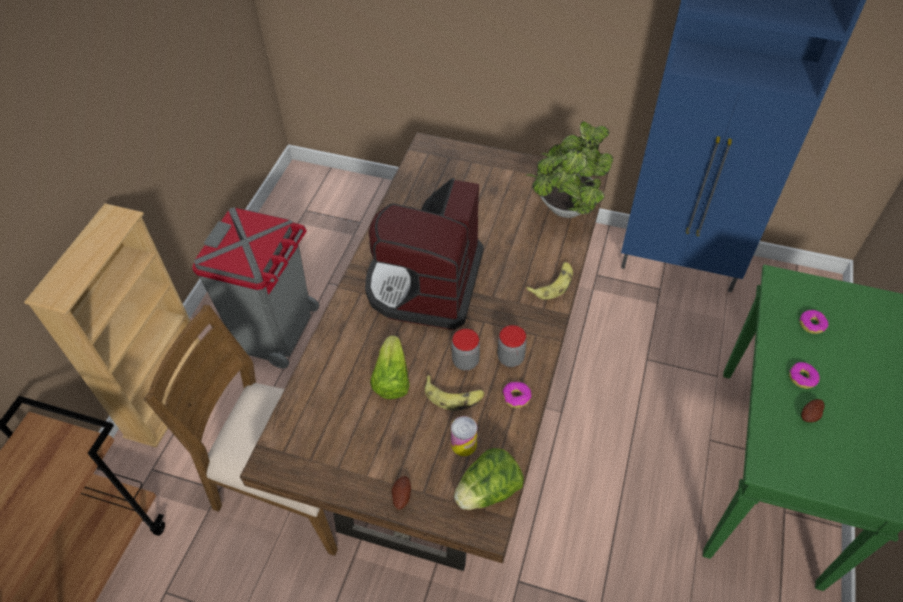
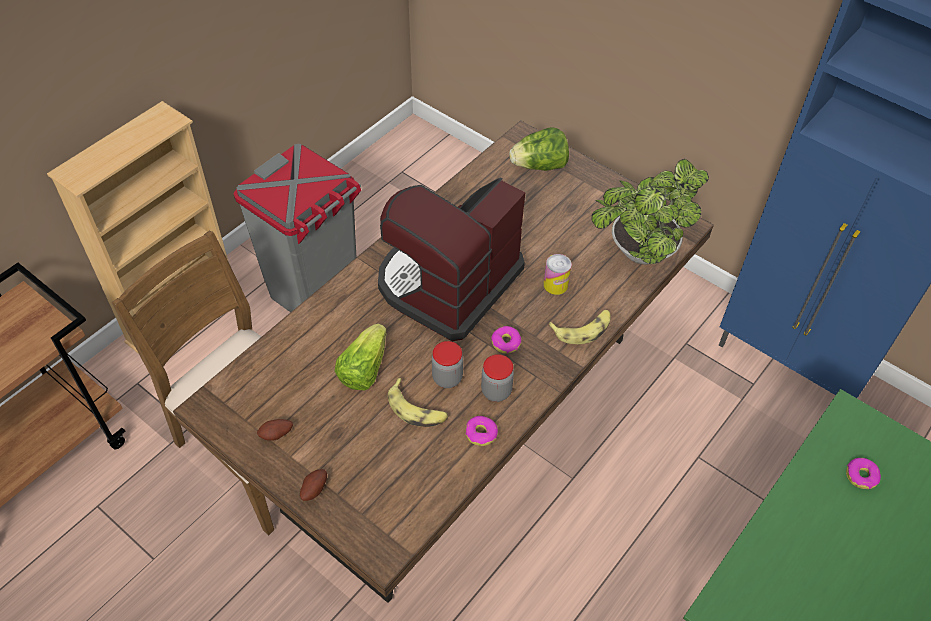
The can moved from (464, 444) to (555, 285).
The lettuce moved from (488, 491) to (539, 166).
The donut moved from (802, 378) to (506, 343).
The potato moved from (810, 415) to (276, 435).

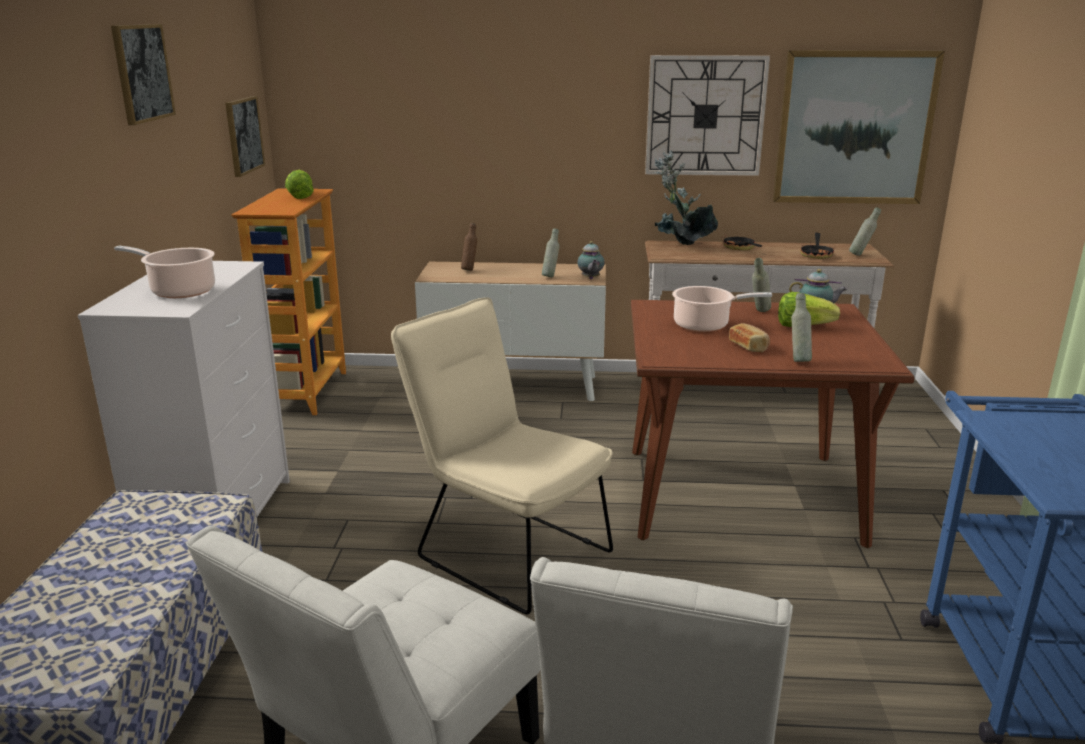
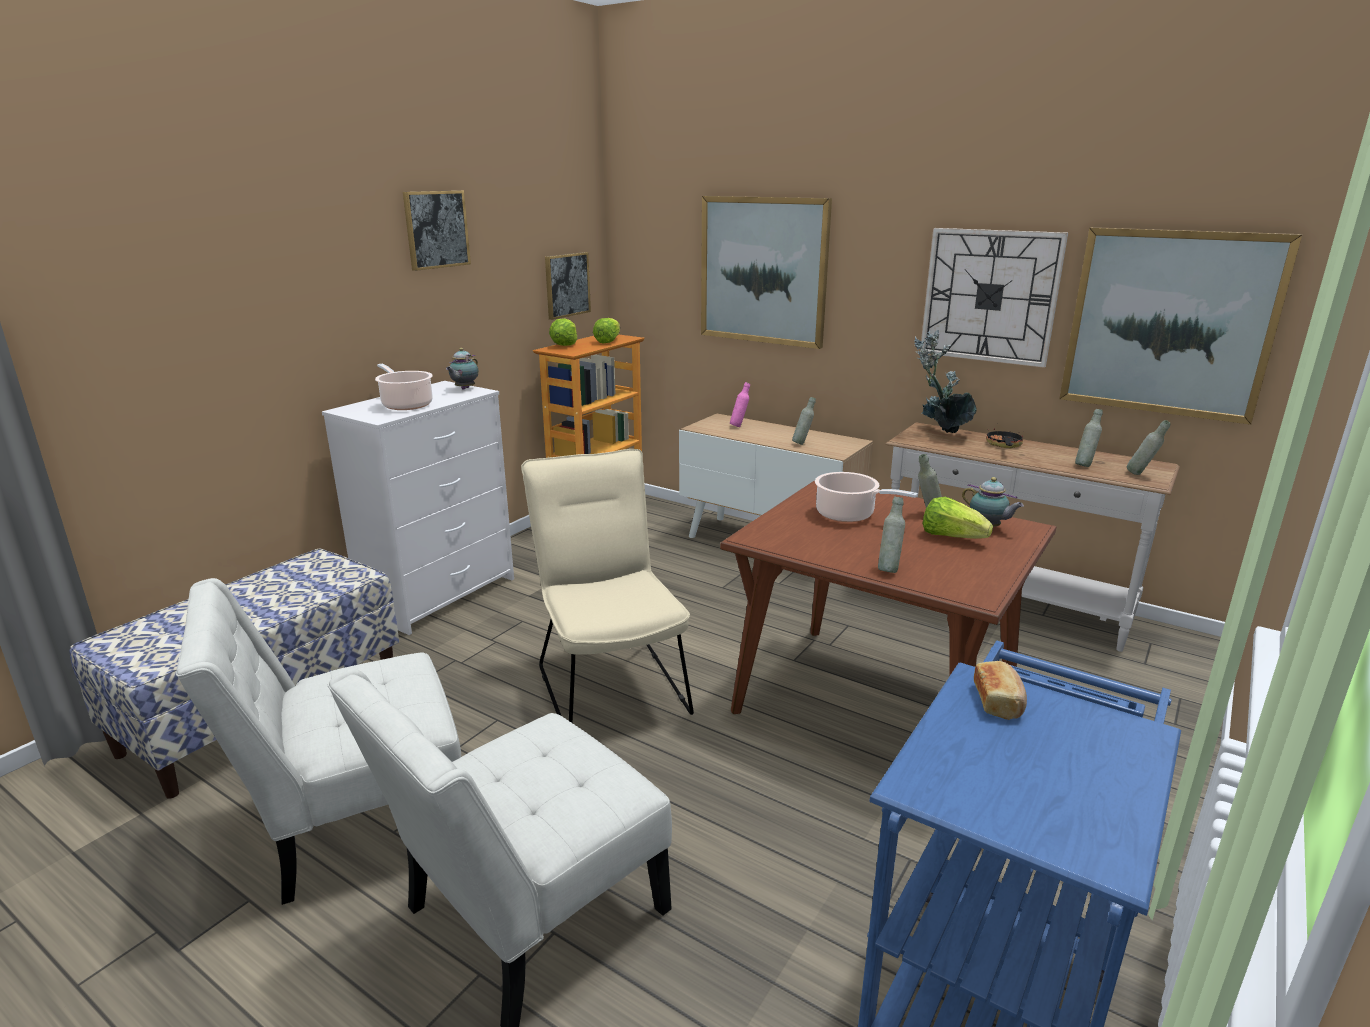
The bottle/brown at (470, 270) became the bottle/pink at (739, 426).
The teapot moved from (590, 278) to (464, 389).
The bread moved from (749, 346) to (998, 701).
The frying pan at (816, 254) was replaced by the bottle/grey at (1084, 465).
The lettuce at (564, 345) appeared.
The picture at (763, 271) appeared.

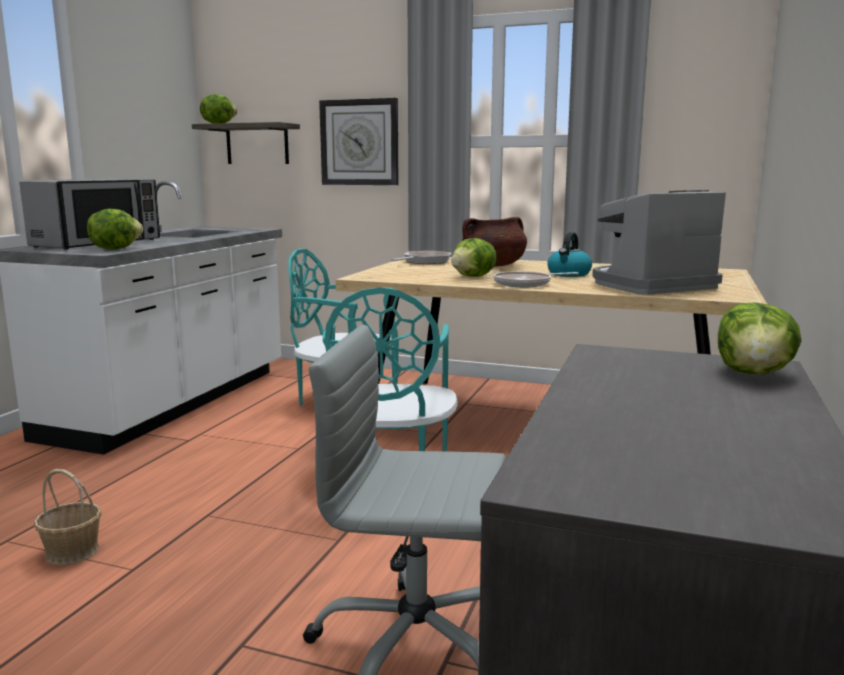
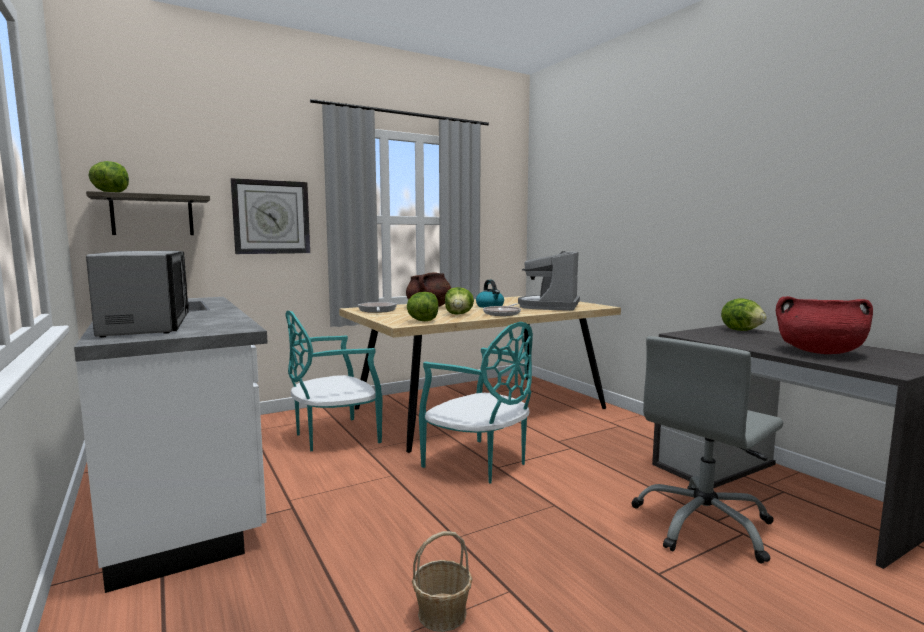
The lettuce moved from (115, 249) to (423, 321).
The cooking pot/red at (819, 352) appeared.

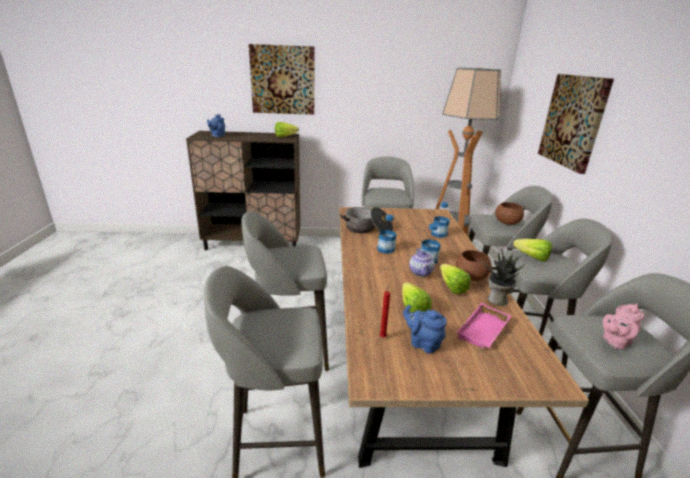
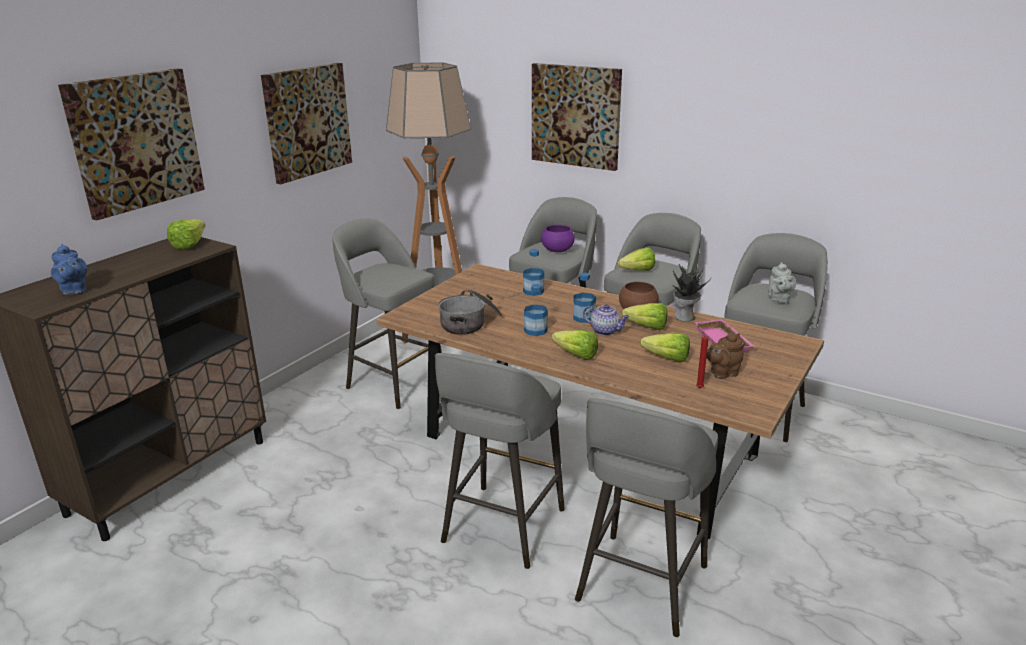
The teapot/blue at (423, 343) became the teapot/brown at (722, 373).
The bowl/brown at (507, 223) became the bowl/purple at (557, 250).
The teapot/pink at (614, 341) became the teapot/grey at (779, 300).
The picture at (307, 121) appeared.
The lettuce at (573, 354) appeared.

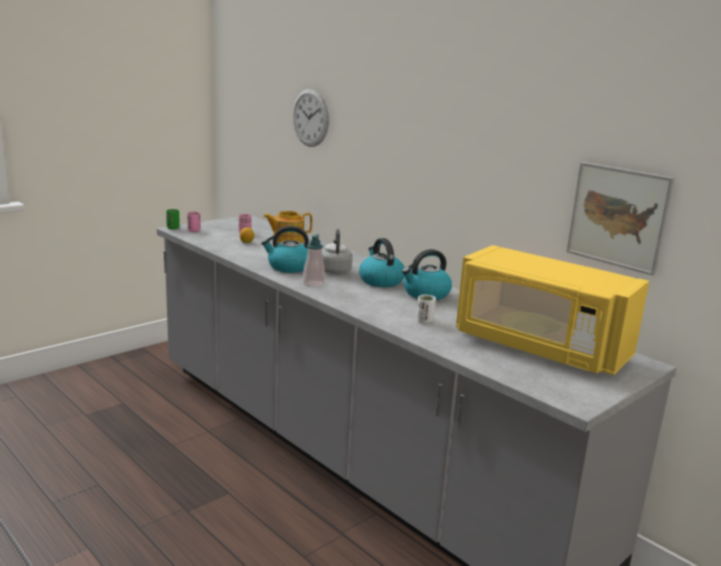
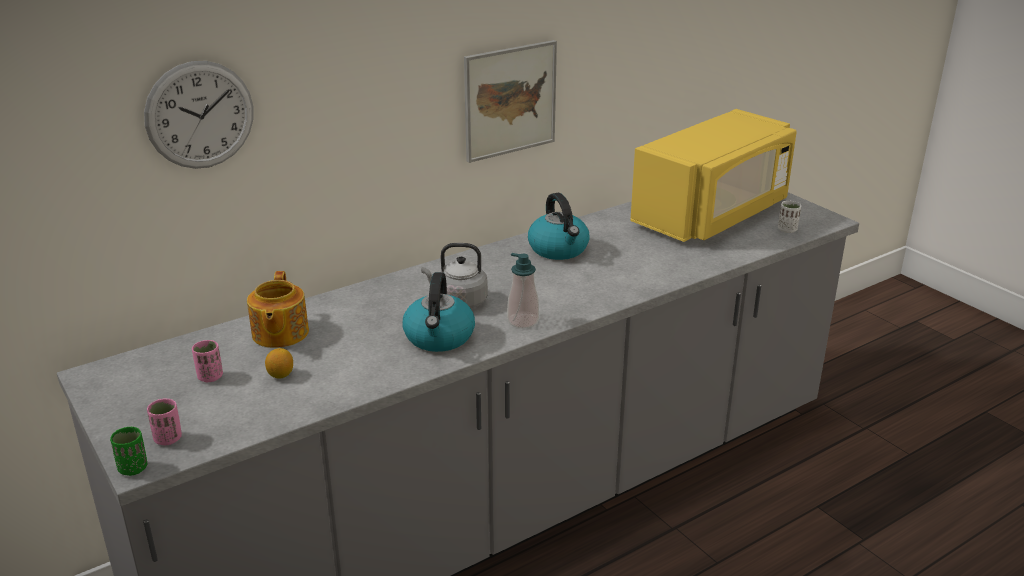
The kettle at (380, 281) disappeared.
The cup/white moved from (424, 321) to (787, 230).
The picture moved from (618, 217) to (510, 100).

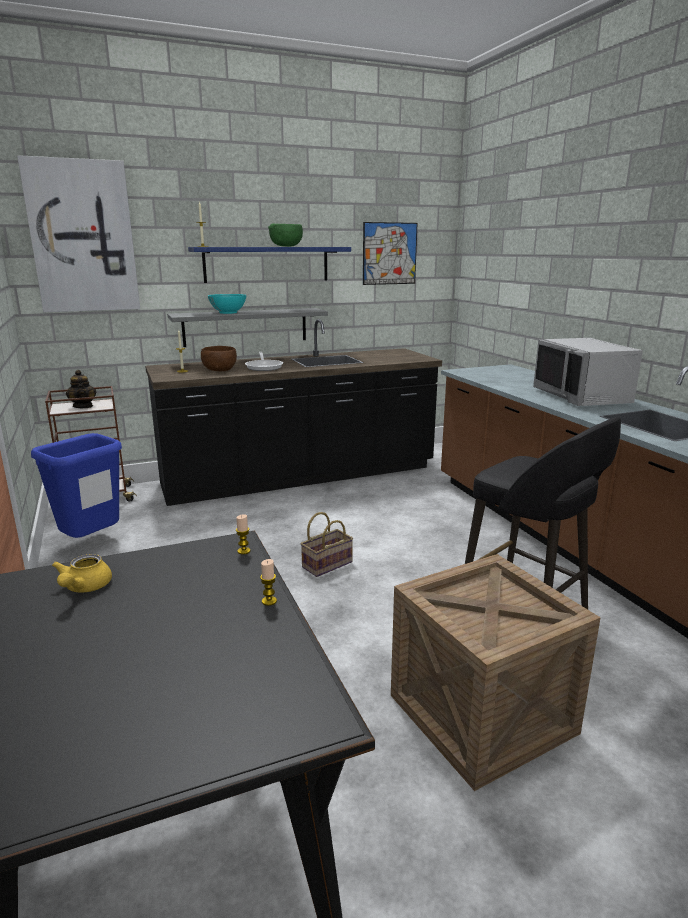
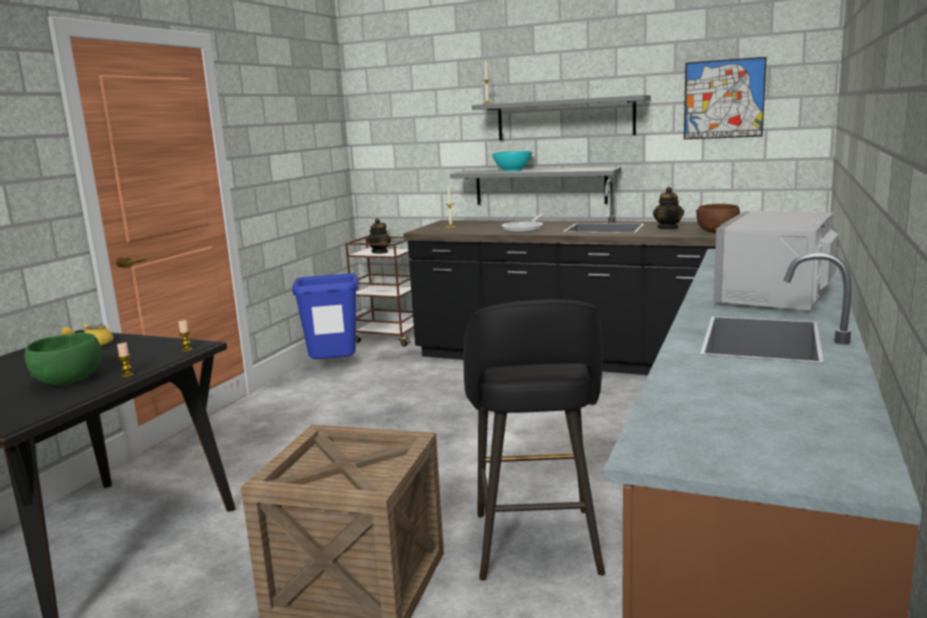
The picture at (83, 237) disappeared.
The shelf/blue at (267, 264) became the shelf/grey at (565, 118).
The bowl/brown moved from (219, 370) to (717, 232).
The bowl/green moved from (286, 246) to (70, 380).
The basket at (327, 564) disappeared.
The teapot at (668, 228) appeared.

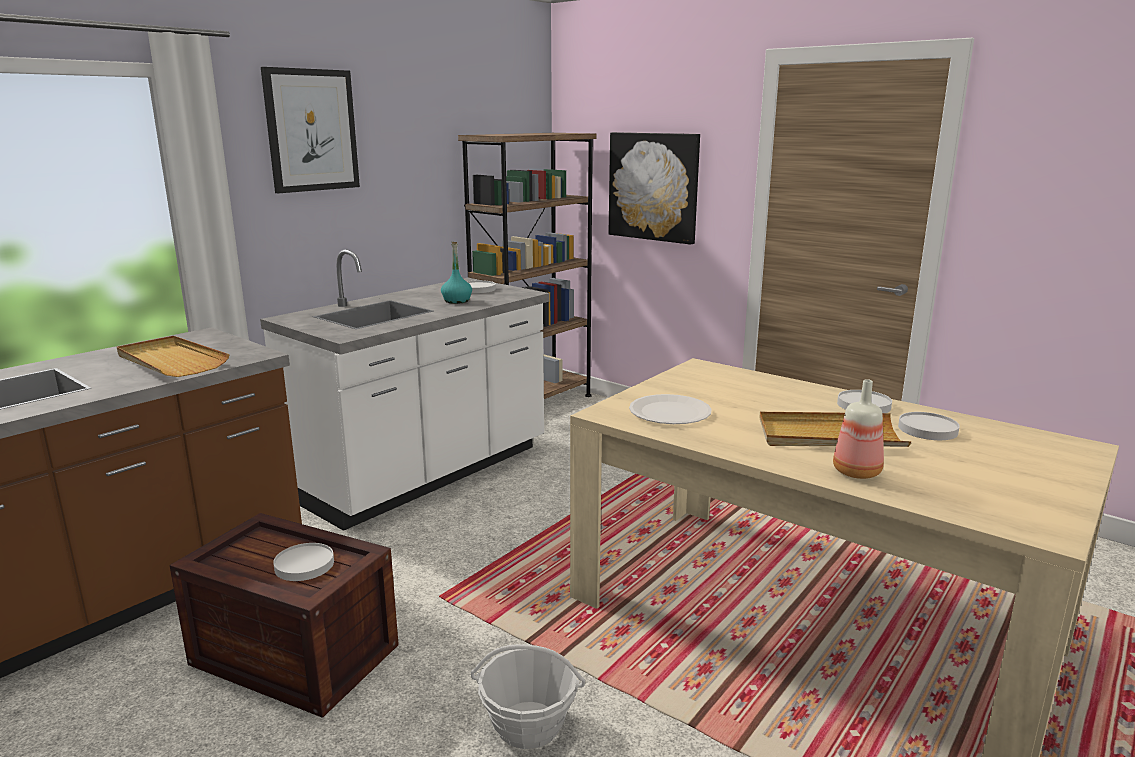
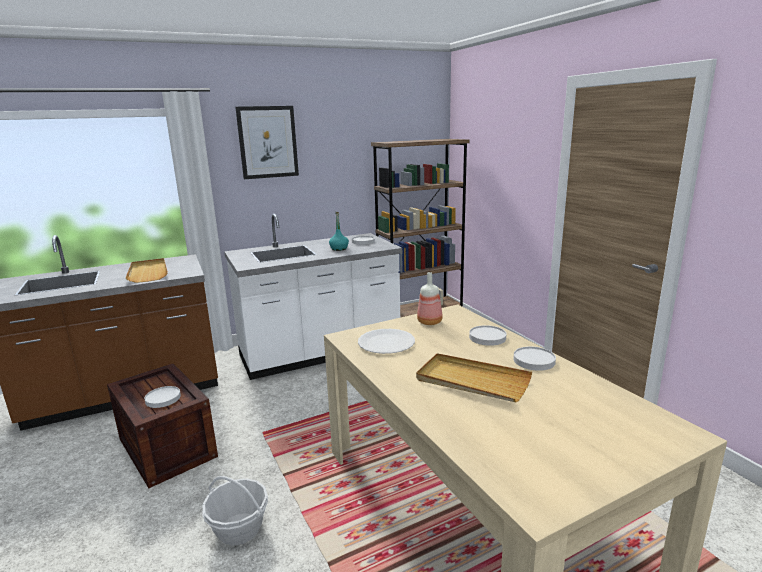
The picture at (653, 187) disappeared.
The bottle moved from (857, 471) to (430, 322).
The plate/white moved from (927, 429) to (487, 337).

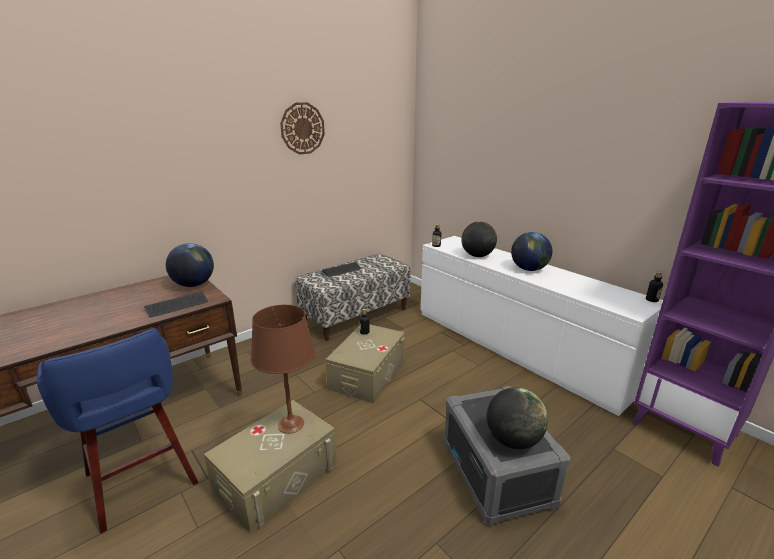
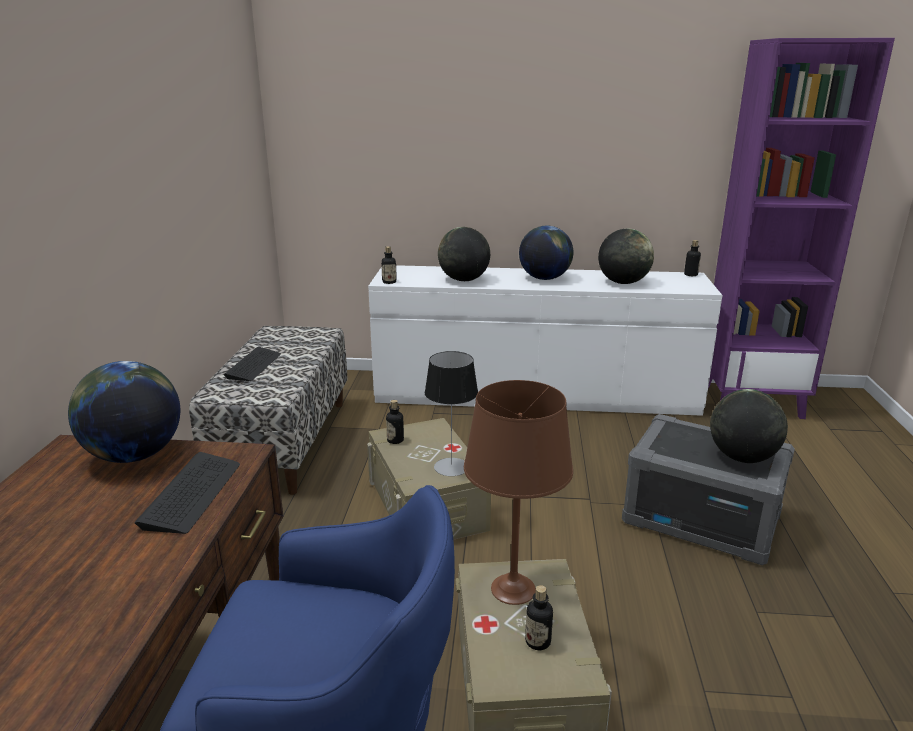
The wall clock at (302, 128) disappeared.
The table lamp at (451, 467) appeared.
The bottle at (538, 641) appeared.
The globe at (623, 282) appeared.

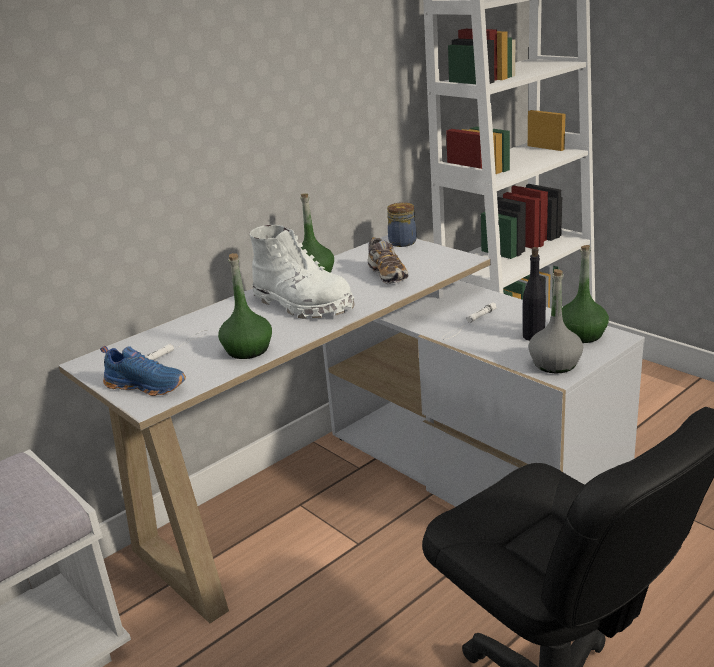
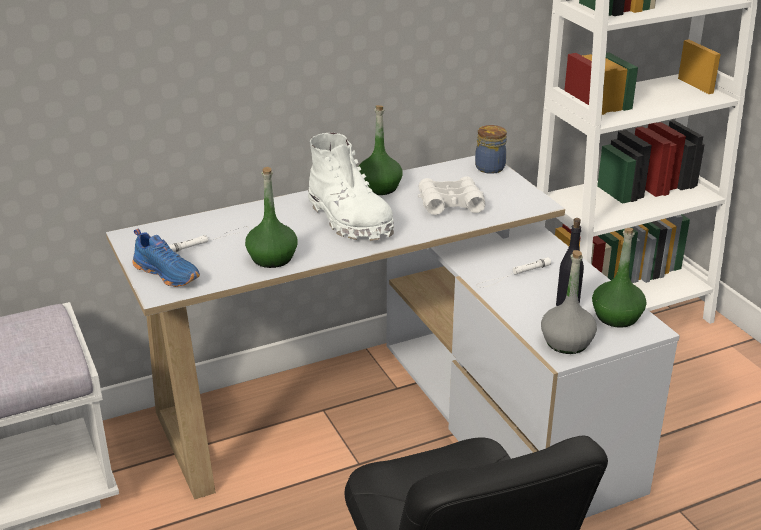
The shoe at (387, 274) was replaced by the binoculars/white at (450, 204).

